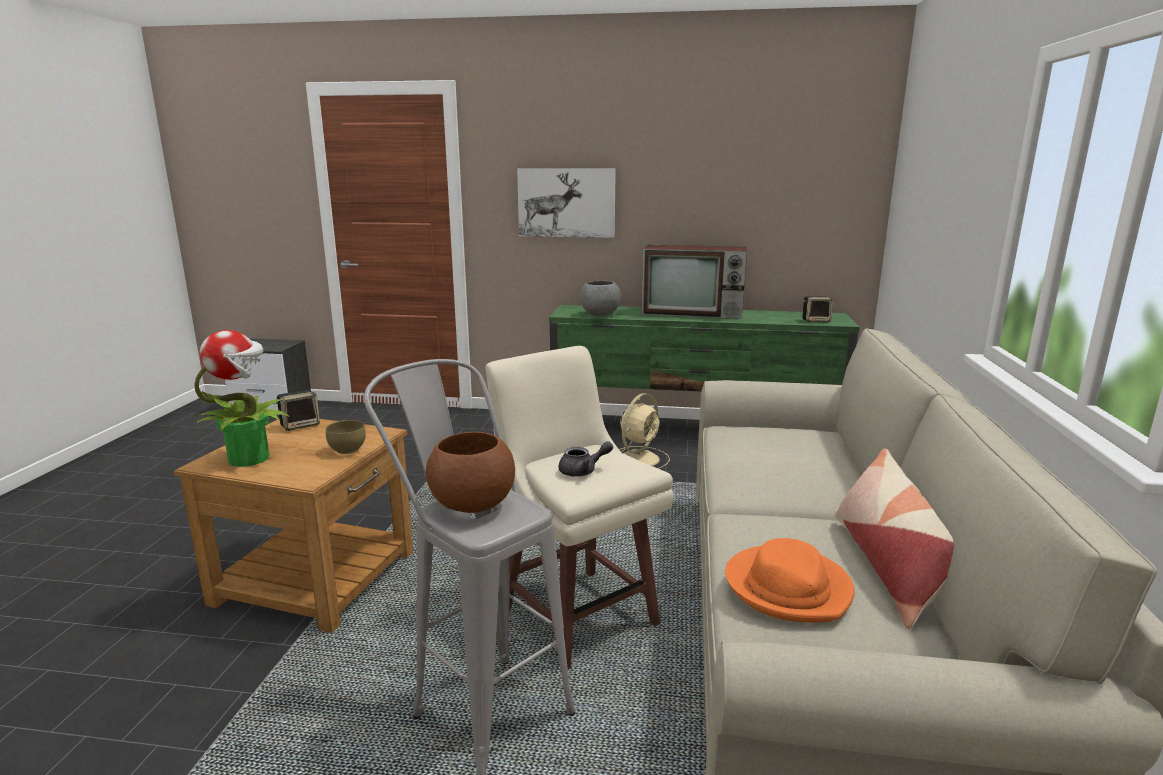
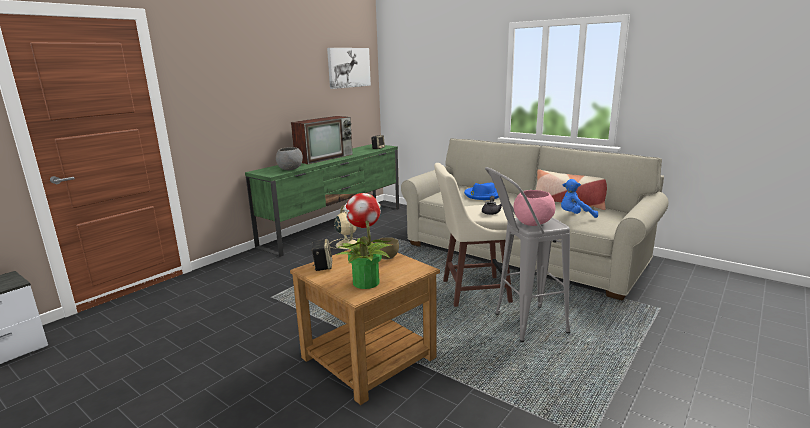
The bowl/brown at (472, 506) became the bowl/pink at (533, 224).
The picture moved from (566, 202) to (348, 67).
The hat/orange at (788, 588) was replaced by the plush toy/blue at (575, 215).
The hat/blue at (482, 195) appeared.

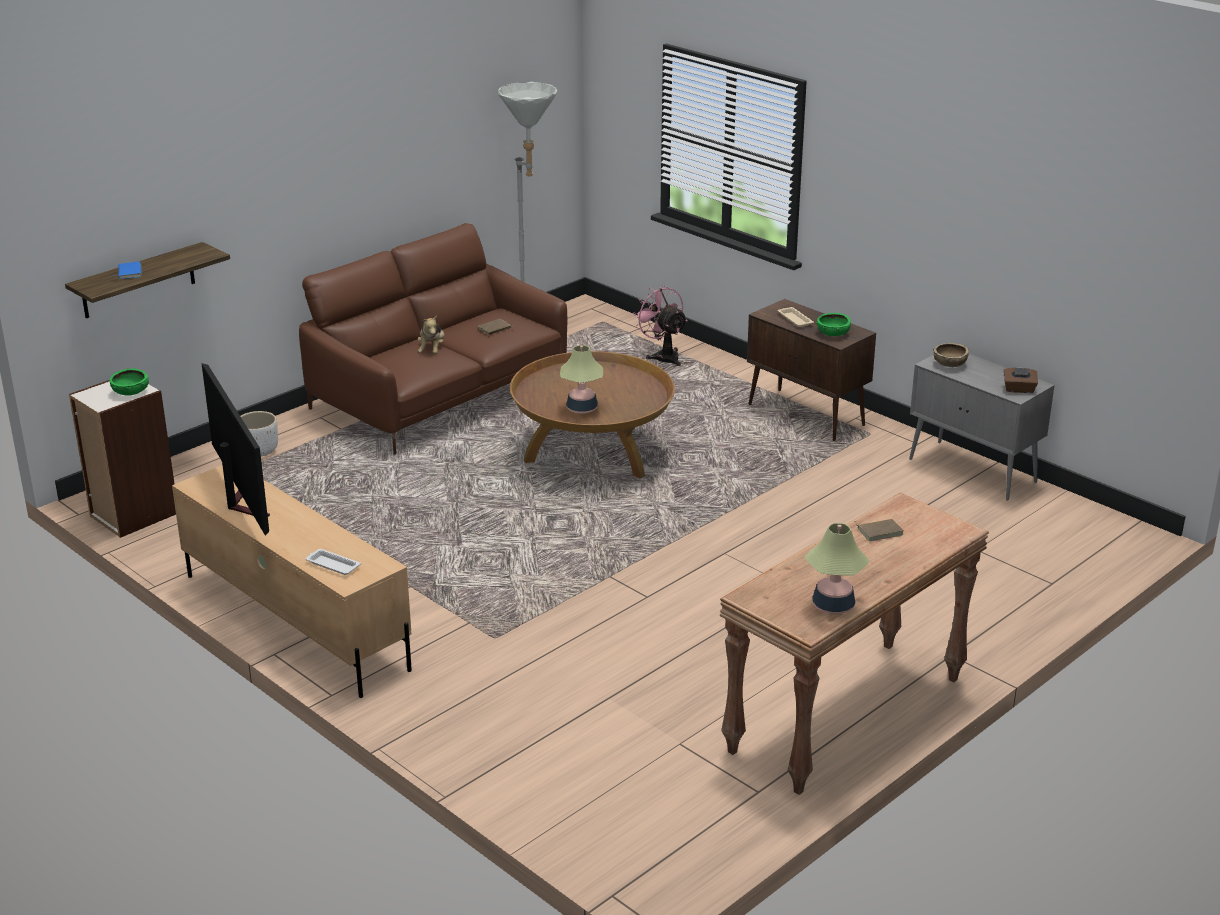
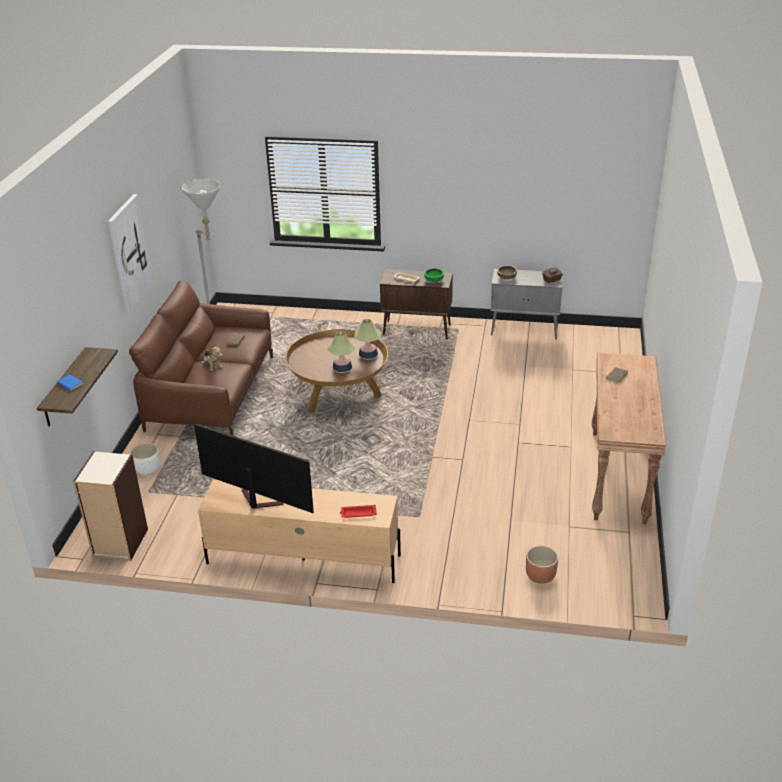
The bowl/green at (130, 392) disappeared.
The tray/white at (332, 565) became the tray/red at (358, 513).
The fan/pink at (663, 356) disappeared.
The table lamp moved from (833, 605) to (368, 356).
The picture at (128, 253) appeared.
The planter/brown at (540, 576) appeared.

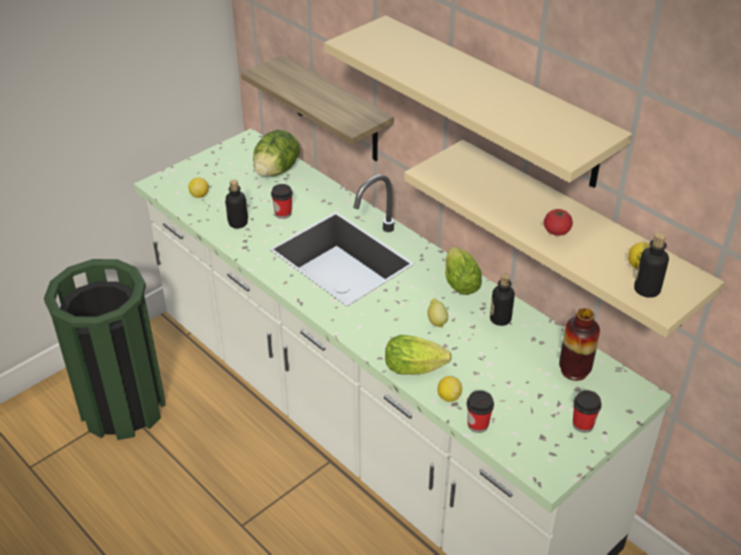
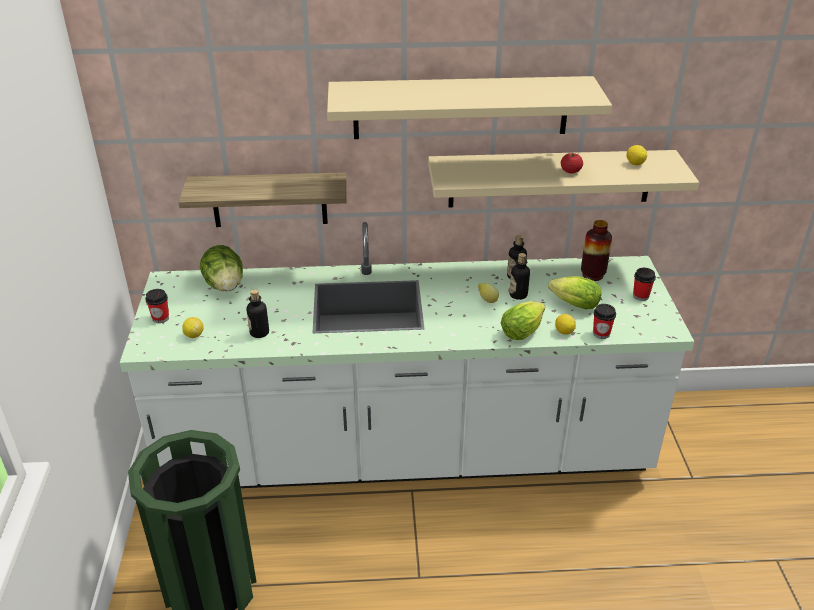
The cup moved from (283, 213) to (160, 318).
The lettuce moved from (459, 281) to (572, 304).
The bottle moved from (647, 289) to (518, 295).

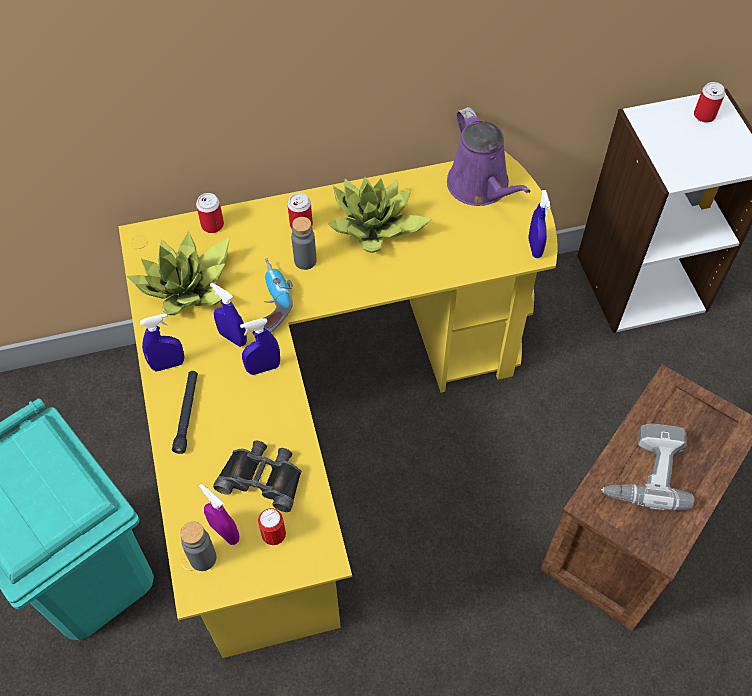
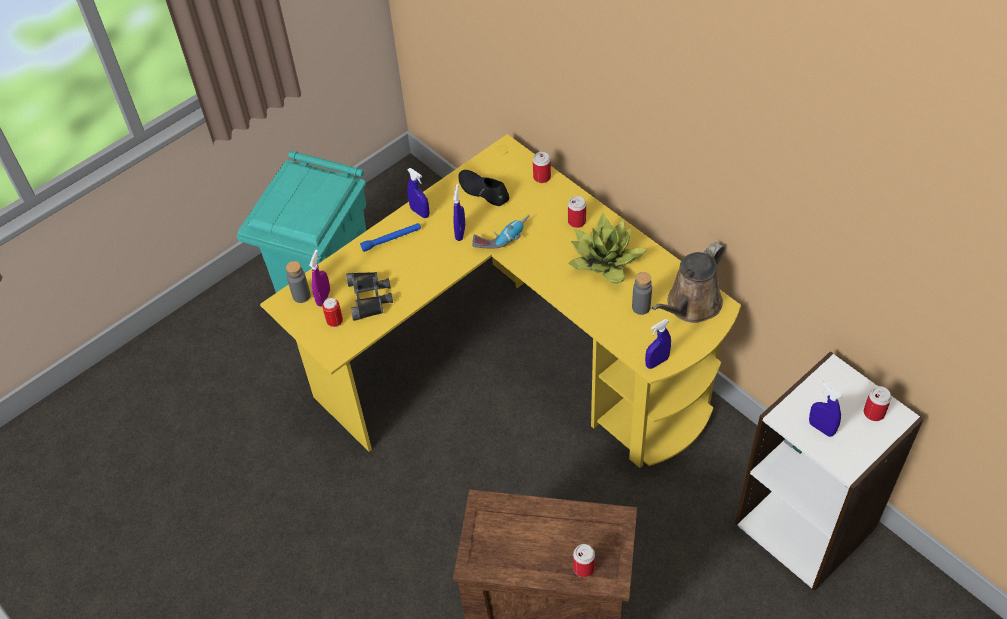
The potted plant at (187, 287) was replaced by the shoe/black at (483, 191).
The flashlight/black at (187, 414) became the flashlight/blue at (391, 239).
The spray bottle/blue moved from (263, 368) to (821, 428).
The bottle/grey moved from (305, 261) to (641, 307).
The watering can/purple at (481, 187) became the watering can/brown at (691, 305).
The power drill at (644, 471) disappeared.
The can at (583, 568) appeared.

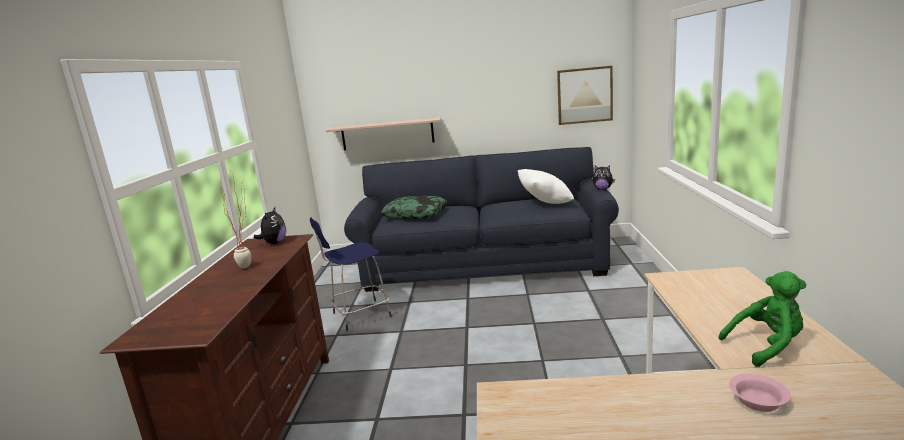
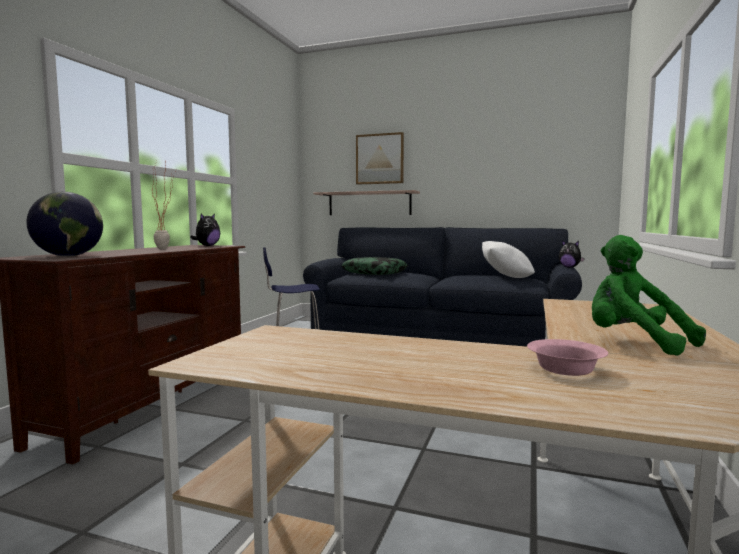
The picture moved from (584, 95) to (380, 159).
The plush toy/green at (766, 346) turned 135 degrees counterclockwise.
The globe at (69, 256) appeared.

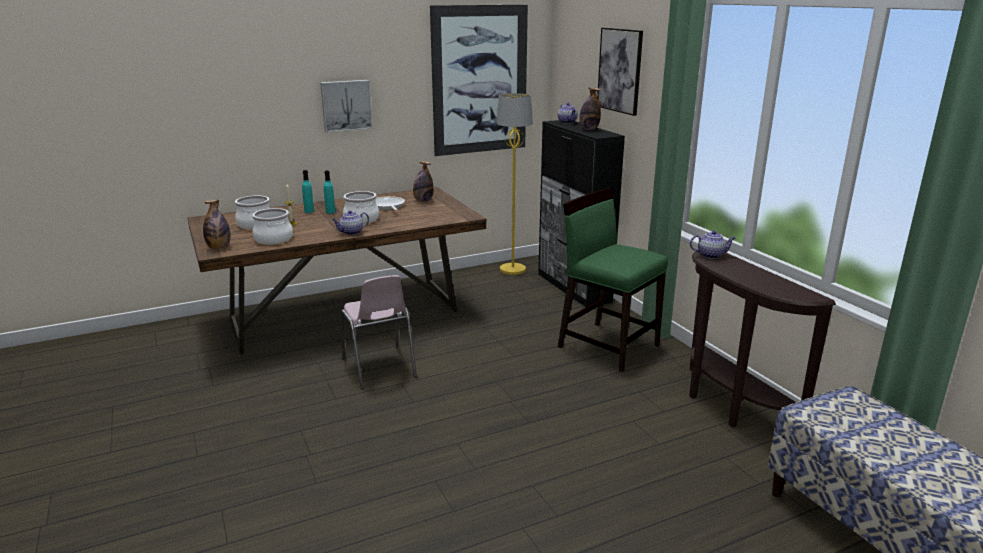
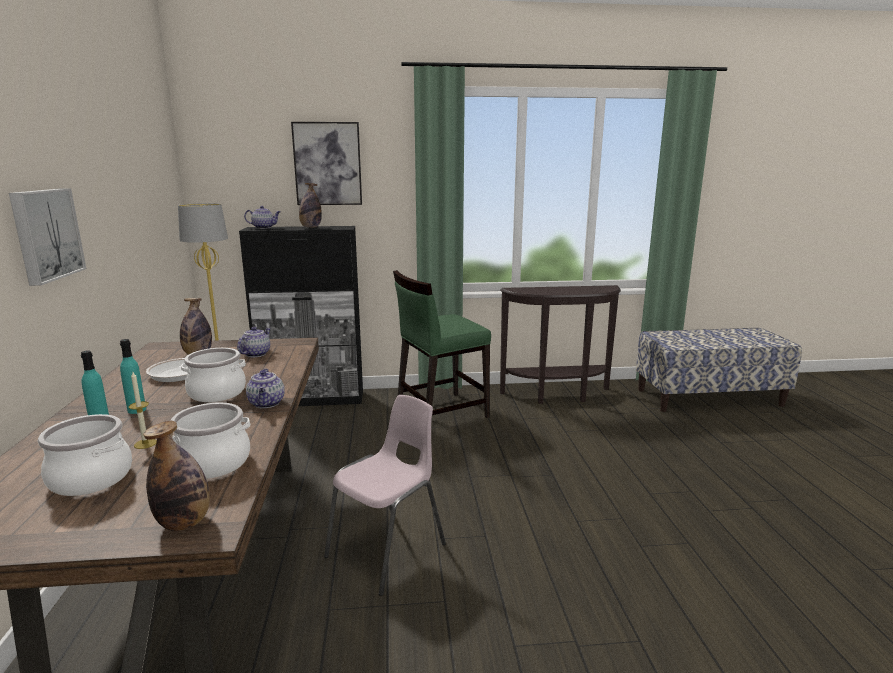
The chair/pink at (379, 368) turned 45 degrees counterclockwise.
The picture at (480, 80) disappeared.
The teapot moved from (711, 255) to (256, 354).

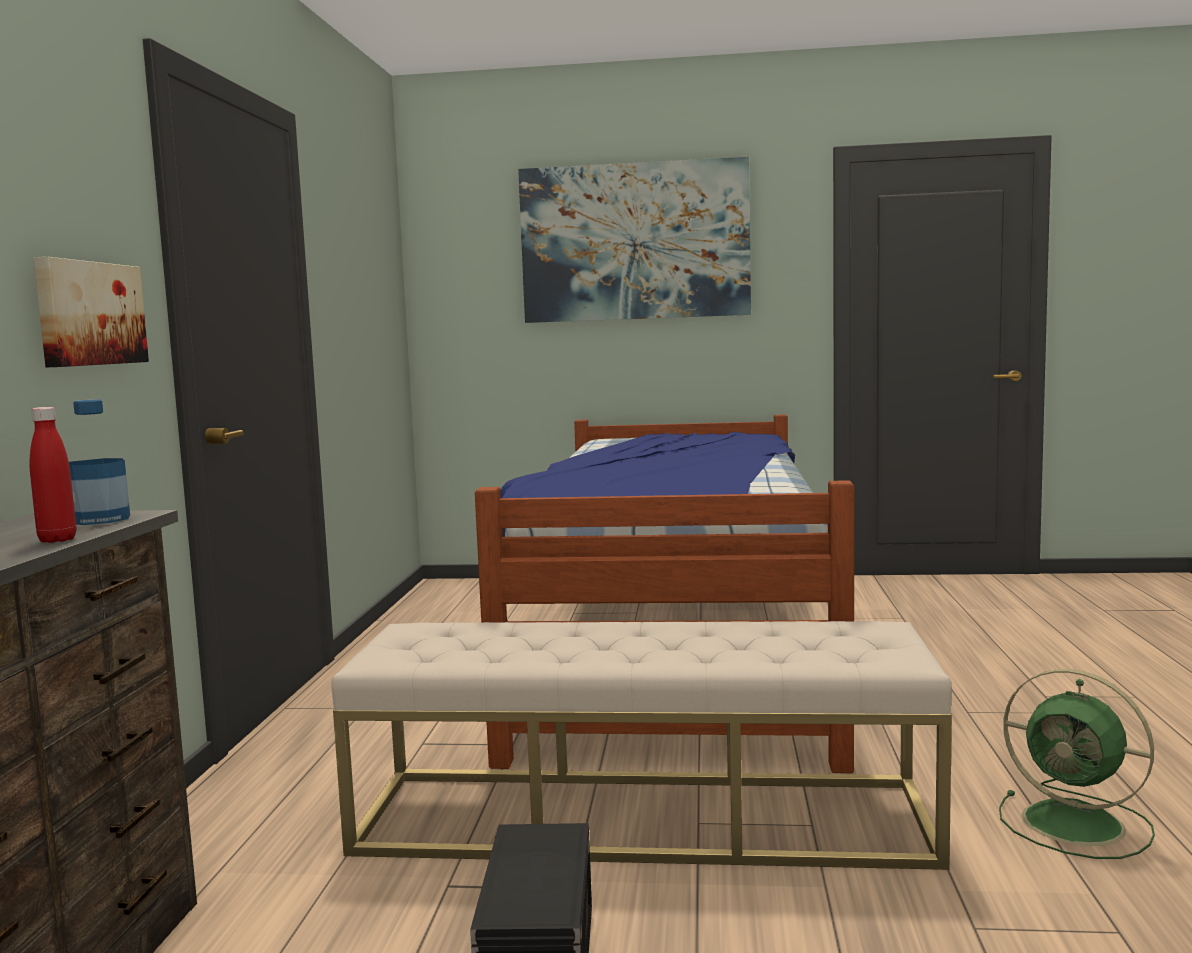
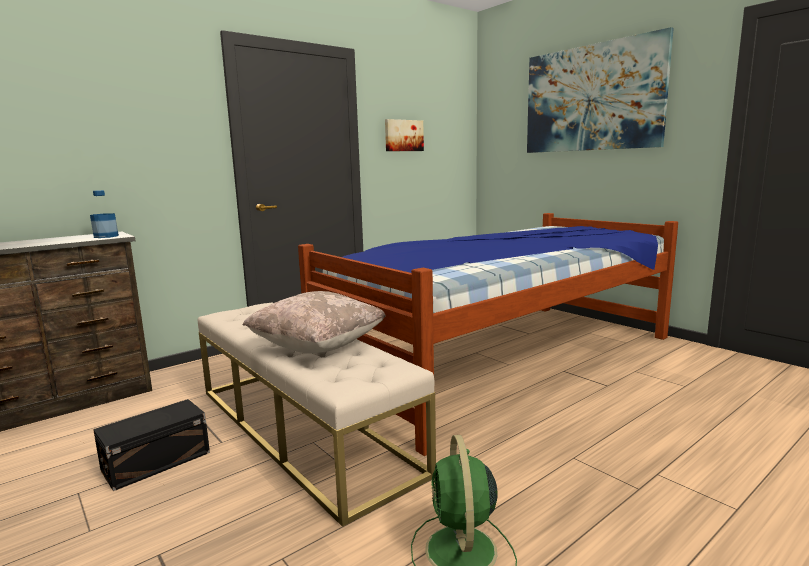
The bottle/red at (57, 540) disappeared.
The picture moved from (88, 314) to (403, 135).
The pillow/beige at (318, 347) appeared.

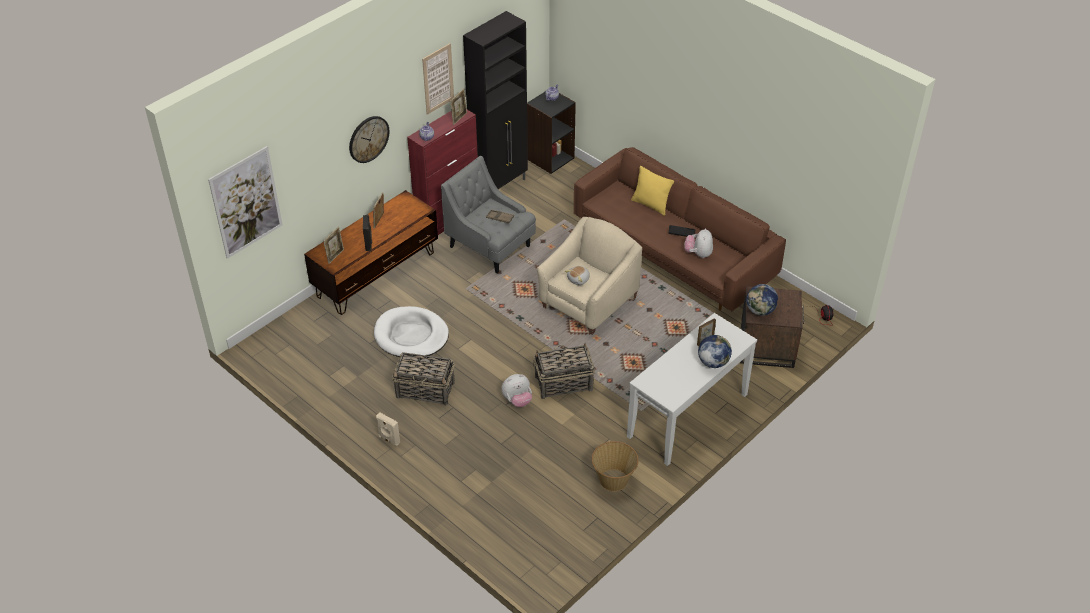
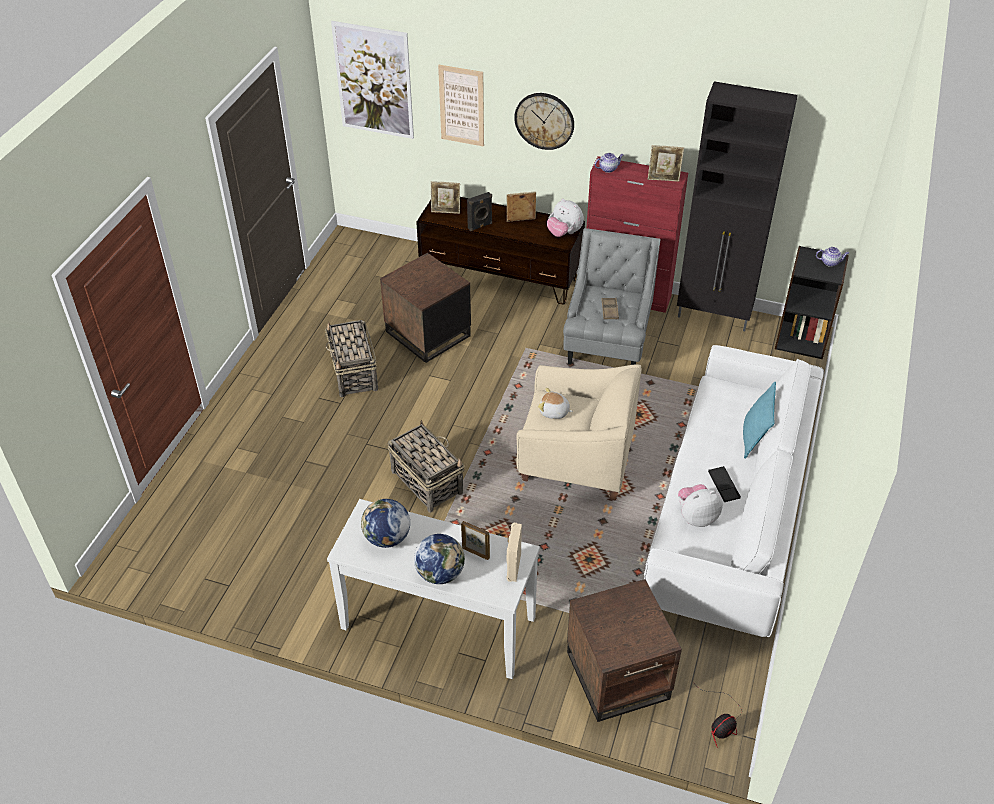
The dog bed/white at (411, 335) was replaced by the side table/brown at (427, 334).
The speaker/beige moved from (389, 439) to (513, 567).
The picture moved from (438, 79) to (461, 105).
The plush toy moved from (517, 400) to (564, 233).
The sofa/brown at (673, 252) became the sofa/white at (729, 512).
The basket at (613, 479) disappeared.
The pillow/yellow at (651, 205) became the pillow/turquoise at (754, 438).
The globe moved from (760, 311) to (387, 538).

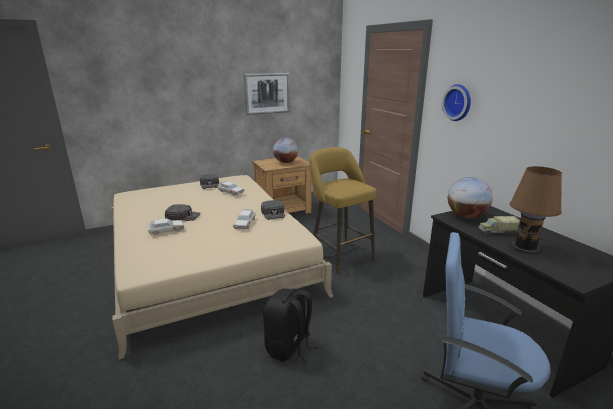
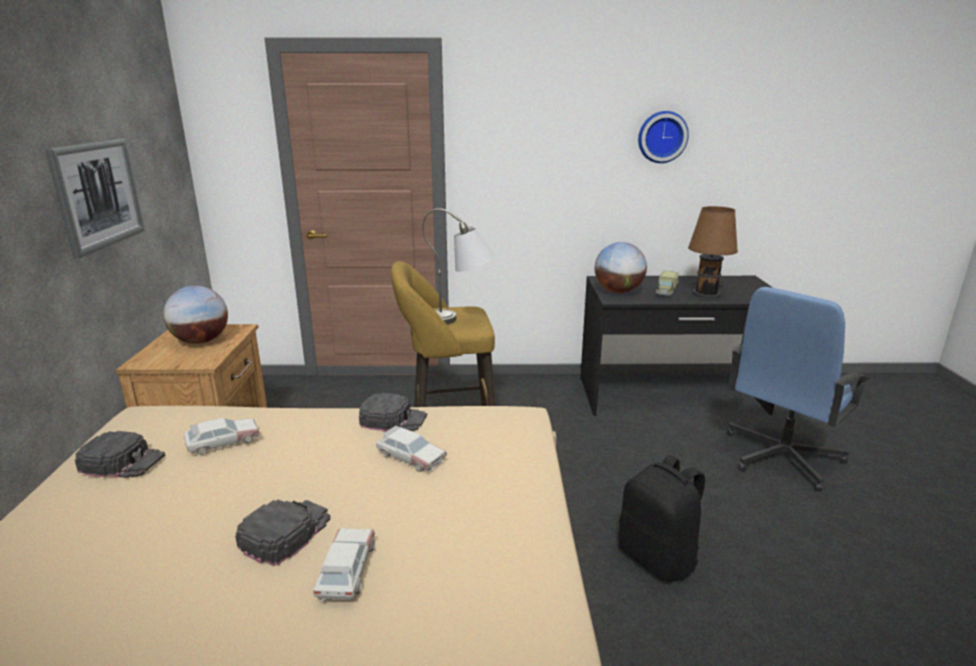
The wall clock moved from (458, 102) to (662, 137).
The table lamp/grey at (461, 320) appeared.

